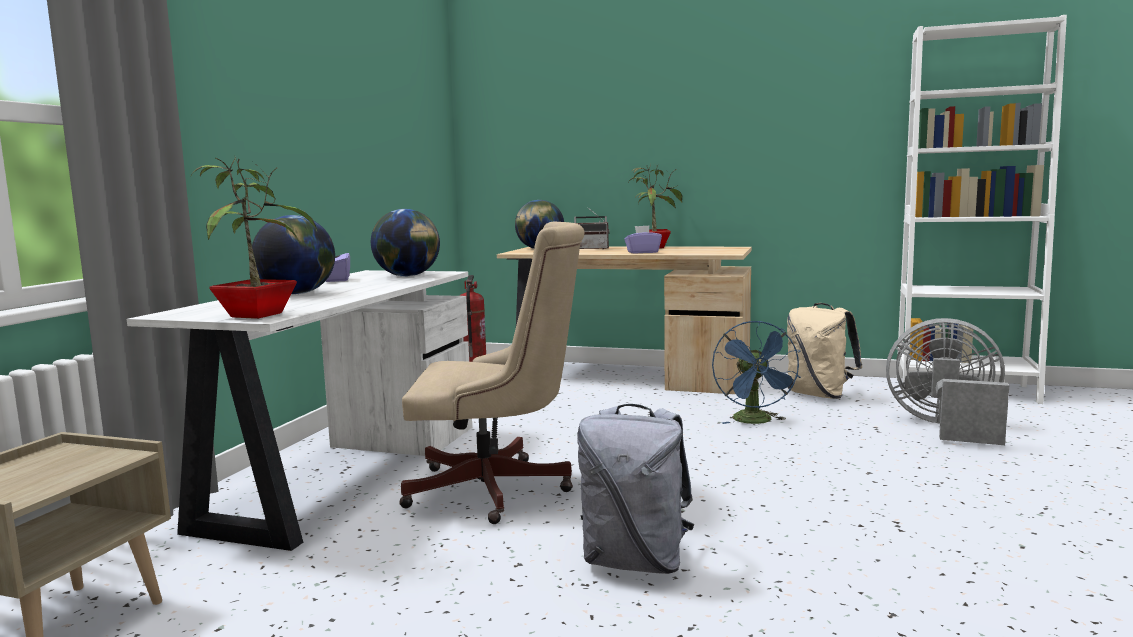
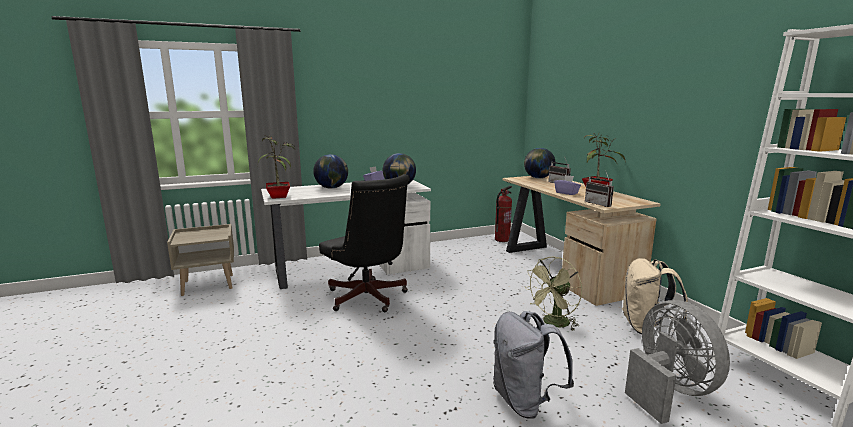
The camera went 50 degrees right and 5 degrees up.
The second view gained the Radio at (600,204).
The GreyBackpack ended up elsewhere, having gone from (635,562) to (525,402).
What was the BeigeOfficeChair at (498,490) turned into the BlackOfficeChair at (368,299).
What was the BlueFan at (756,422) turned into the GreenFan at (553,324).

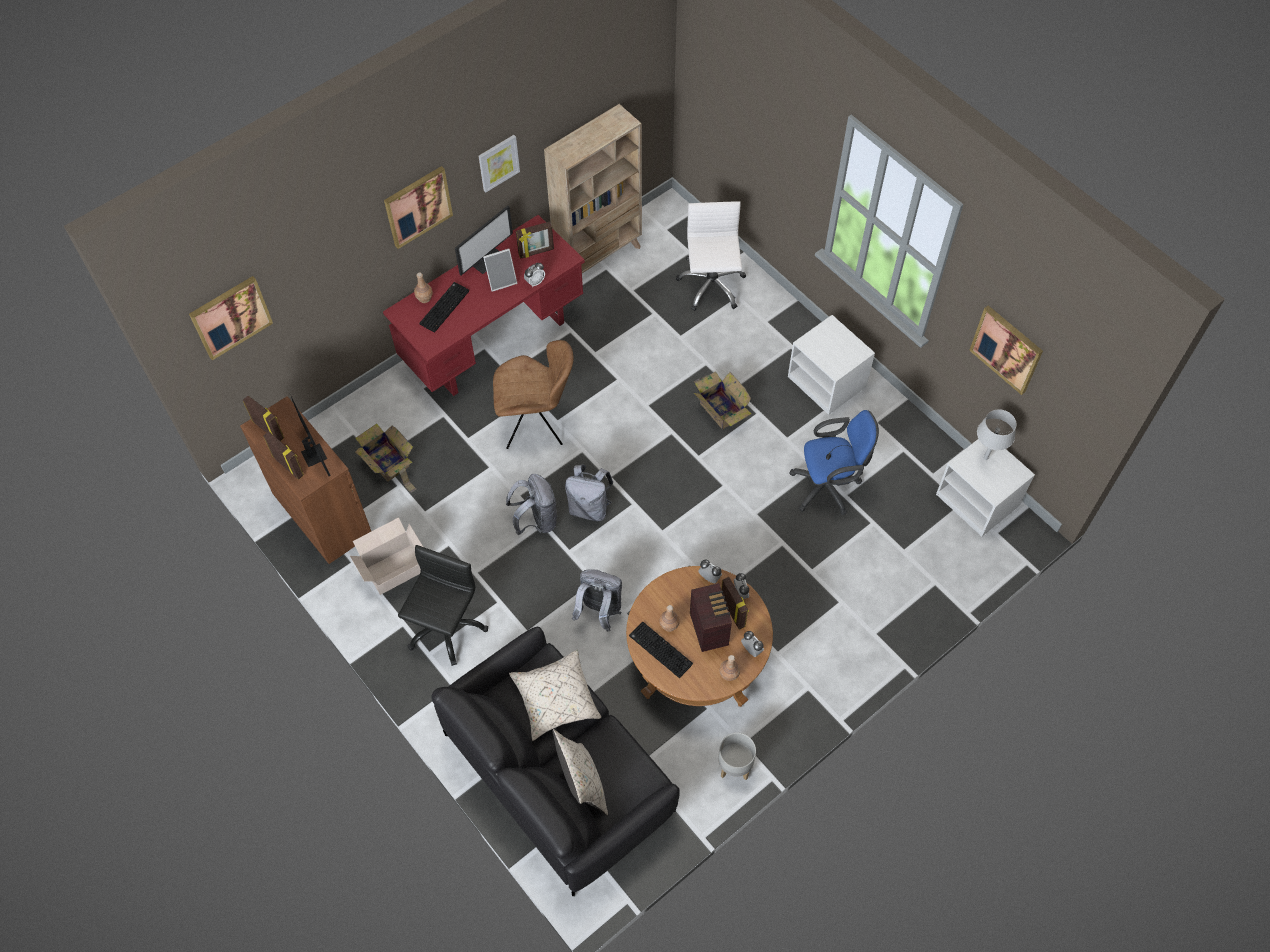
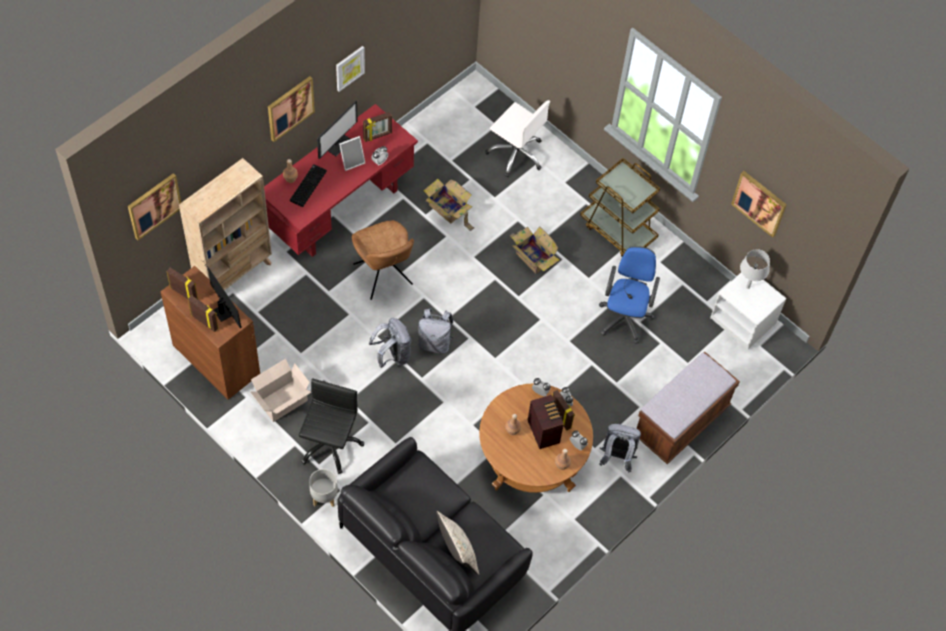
The camera went 10 degrees left and 0 degrees up.
The second view lost the BeigePillow at (555,699).
The second view lost the Keyboard at (659,650).
The second view gained the BrownBench at (681,422).
The CardboardBox ended up elsewhere, having gone from (388,463) to (448,209).
The BeigeBookcase ended up elsewhere, having gone from (599,257) to (234,275).
The GreyBackpack ended up elsewhere, having gone from (599,611) to (616,457).
The GreyPlanter ended up elsewhere, having gone from (734,766) to (324,497).
Where the WhiteNightstand stood at (827,382), the BrownCart came to stand at (618,230).
The BrownChair at (536,423) ended up facing another way, 75 degrees clockwise from before.
The WhiteOfficeChair at (711,286) ended up facing another way, 135 degrees clockwise from before.
The BlueOfficeChair at (829,487) ended up facing another way, 60 degrees counterclockwise from before.

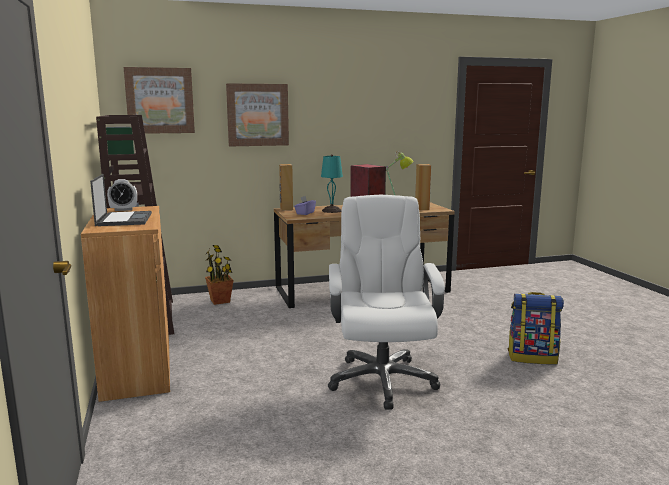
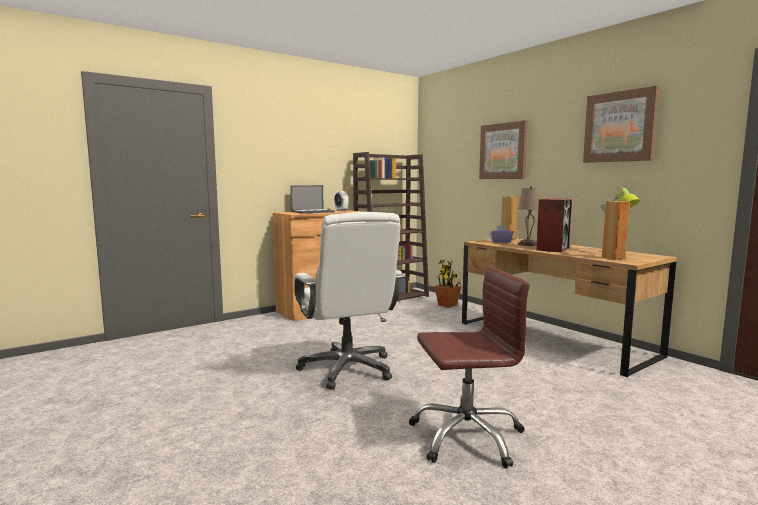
The camera went 70 degrees right and 5 degrees down.
The Picture ended up elsewhere, having gone from (160,100) to (619,127).
Where the Backpack stood at (532,357), the BrownOfficeChair came to stand at (466,436).
What was the TurquoiseTableLamp at (332,211) turned into the BeigeTableLamp at (528,244).
The WhiteOfficeChair at (382,380) ended up facing another way, 90 degrees clockwise from before.

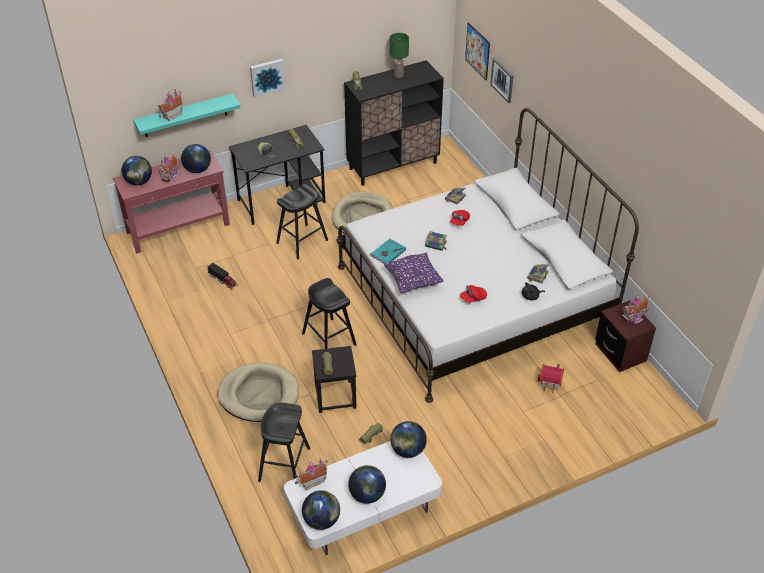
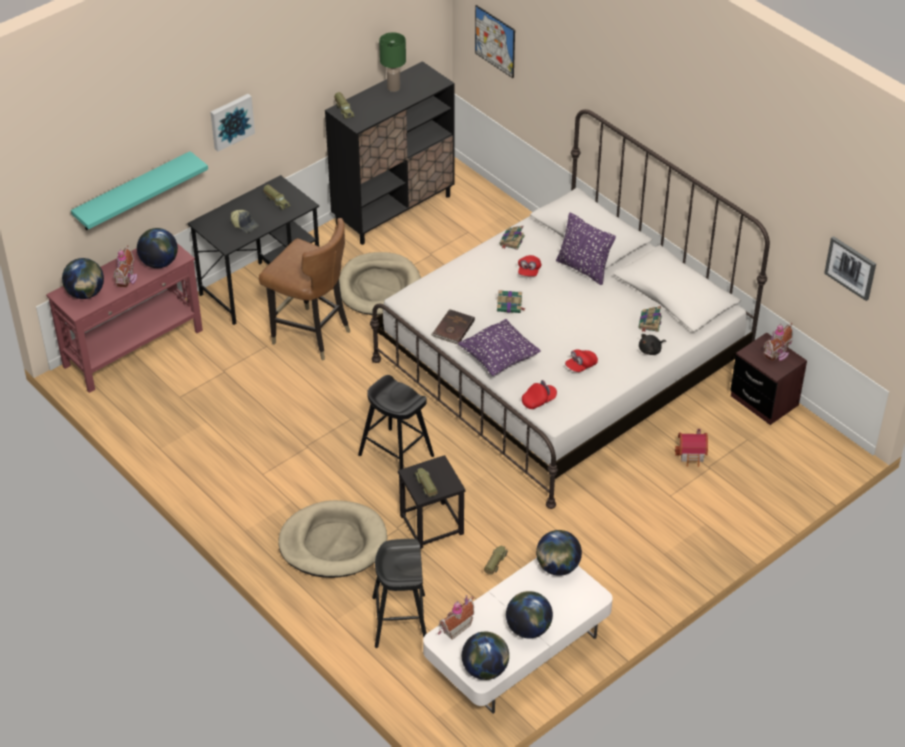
The camera went 15 degrees left and 0 degrees up.
The second view lost the ToyHouse at (171,115).
The second view lost the ToyTruck at (223,280).
The second view gained the RedCap at (539,401).
The second view gained the PurplePillow at (583,269).
The Picture ended up elsewhere, having gone from (502,80) to (851,267).
Where the BlackStool stood at (302,241), the BrownChair came to stand at (311,335).
What was the TurquoiseBook at (387,253) turned into the BrownBook at (452,328).

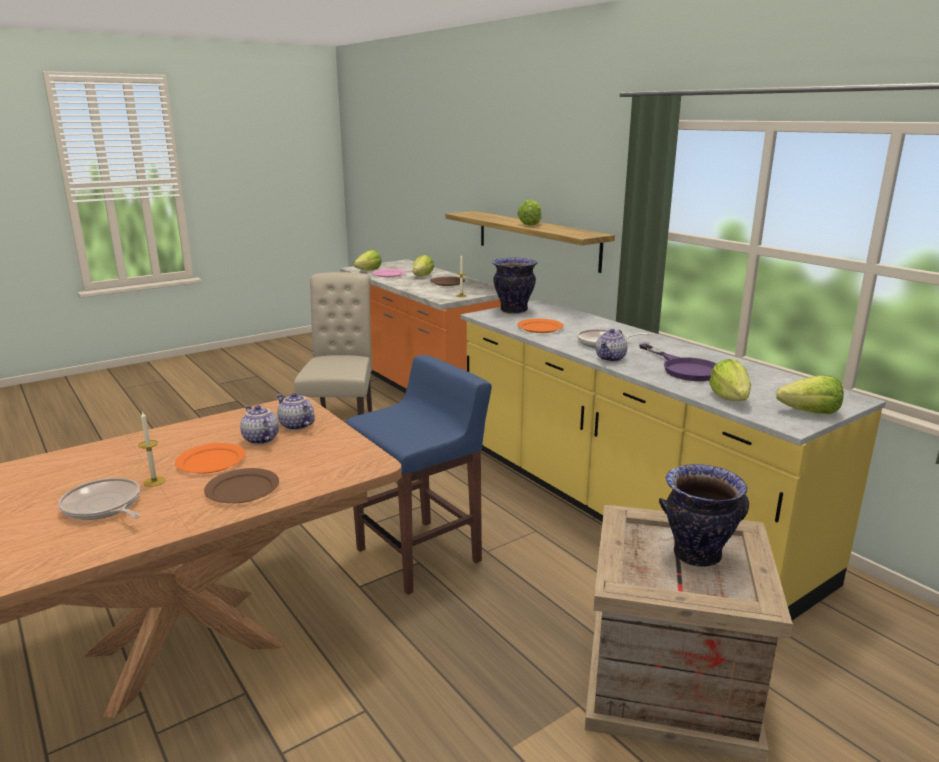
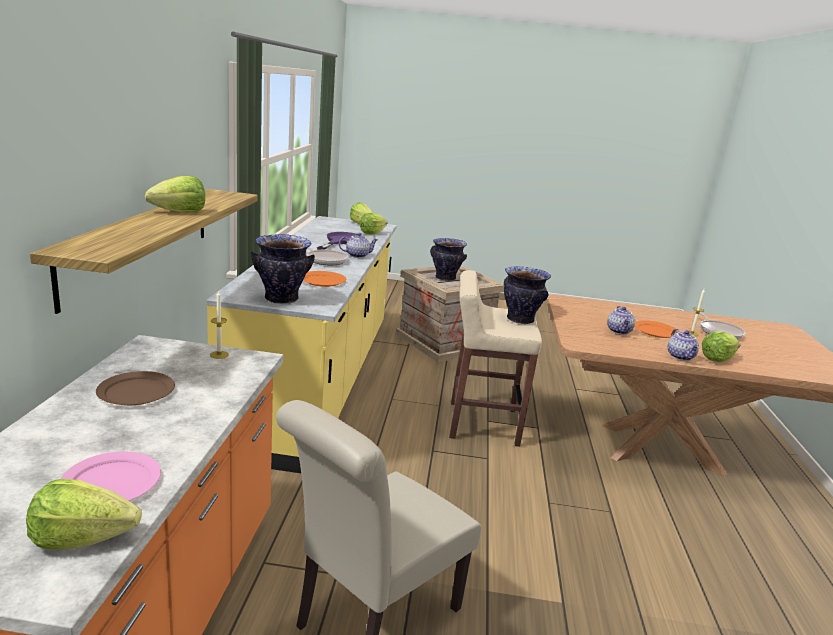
The camera went 140 degrees left and 0 degrees up.
The second view lost the BrownPlate at (243,489).
The second view gained the Vase at (520,320).
The Teapot ended up elsewhere, having gone from (295,425) to (681,357).
The Lettuce ended up elsewhere, having gone from (422,276) to (717,359).
What was the BlueStool at (420,555) turned into the BeigeStool at (481,423).

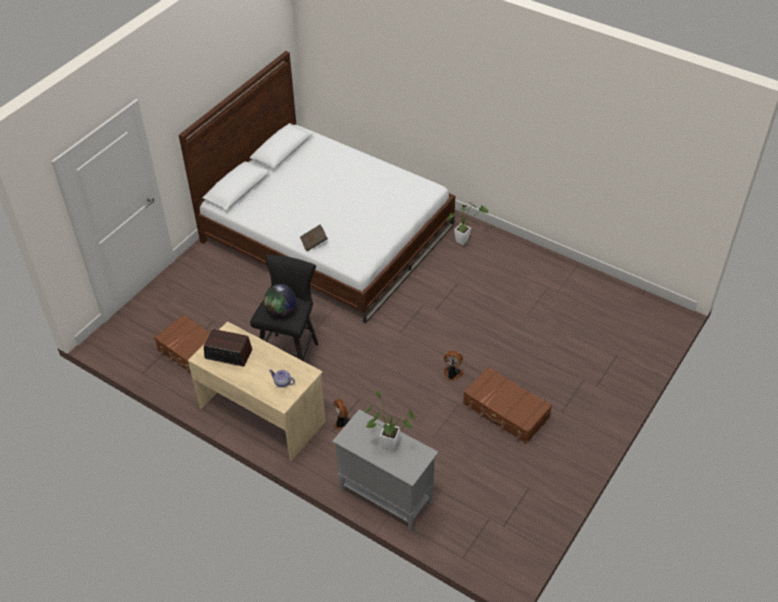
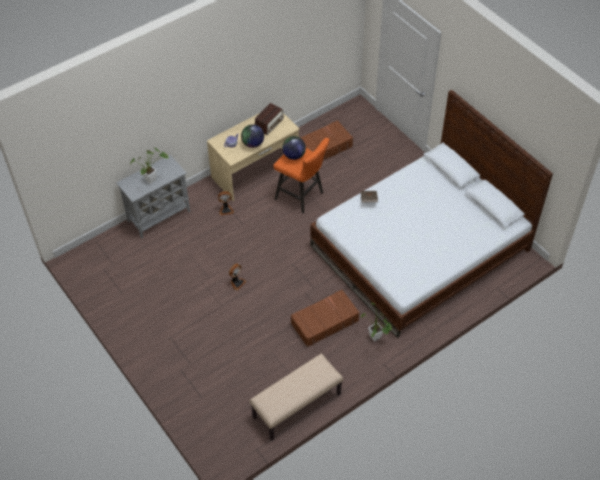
The camera went 110 degrees right and 5 degrees up.
The second view gained the Globe at (253,144).
The second view gained the BeigeBench at (297,406).
The BrownSuitcase ended up elsewhere, having gone from (505,411) to (324,322).
What was the BlackStool at (291,352) turned into the OrangeStool at (302,197).

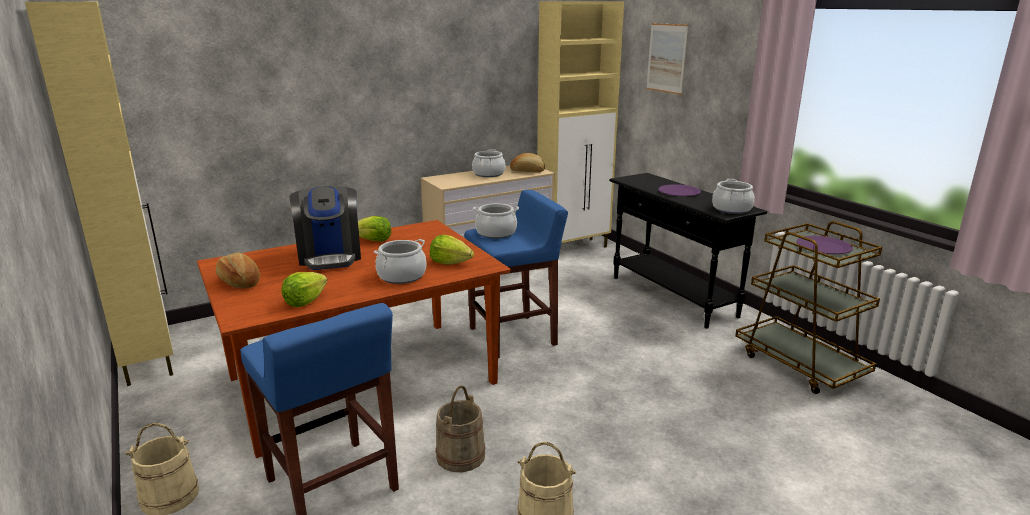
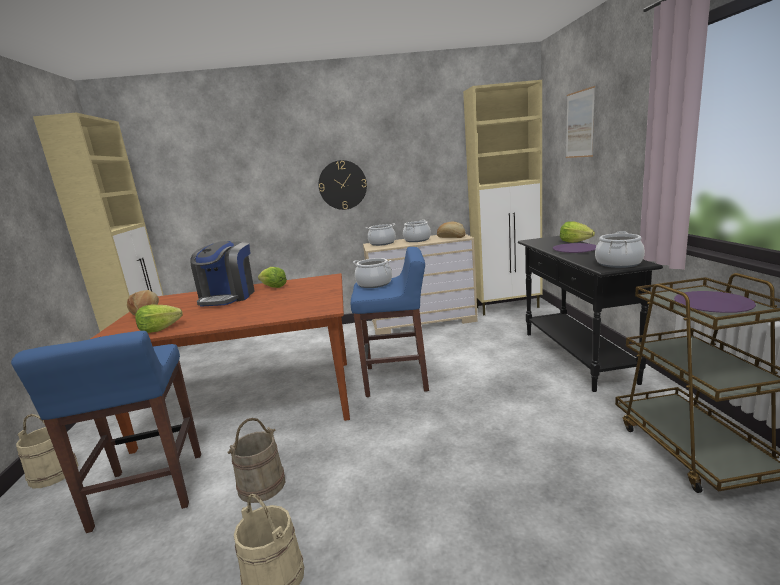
The camera went 25 degrees right and 5 degrees down.
The second view gained the WallClock at (342,185).
The CookingPot ended up elsewhere, having gone from (401,276) to (382,243).
The Lettuce ended up elsewhere, having gone from (450,262) to (575,242).

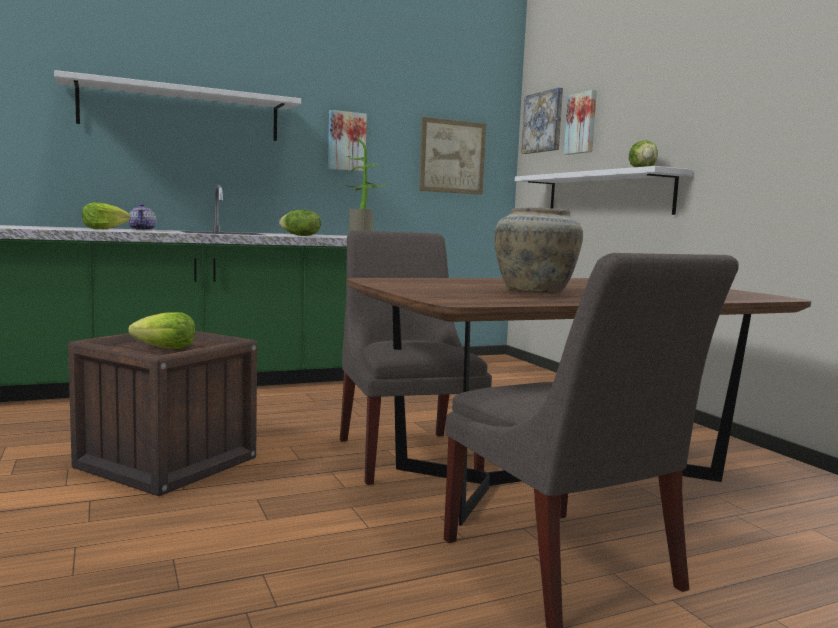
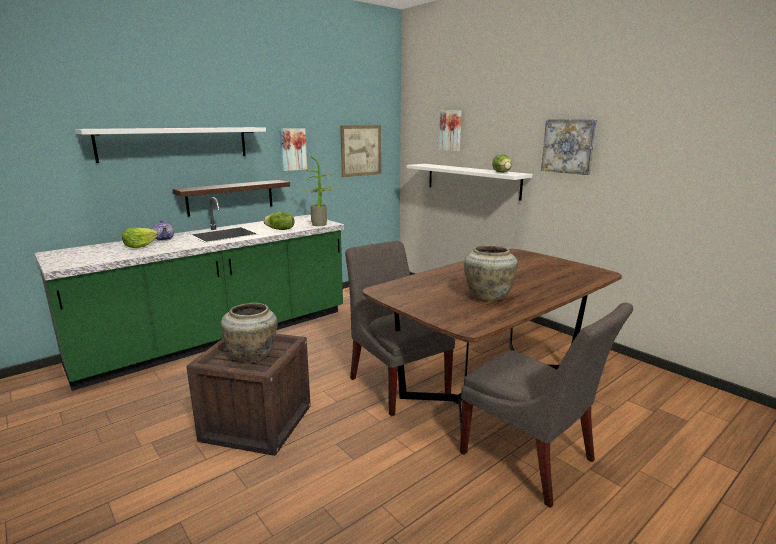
The camera went 15 degrees left and 10 degrees up.
The second view gained the Shelf at (230,197).
The Picture ended up elsewhere, having gone from (543,122) to (568,146).
Where the Lettuce stood at (166,348), the BeigeVase came to stand at (253,356).

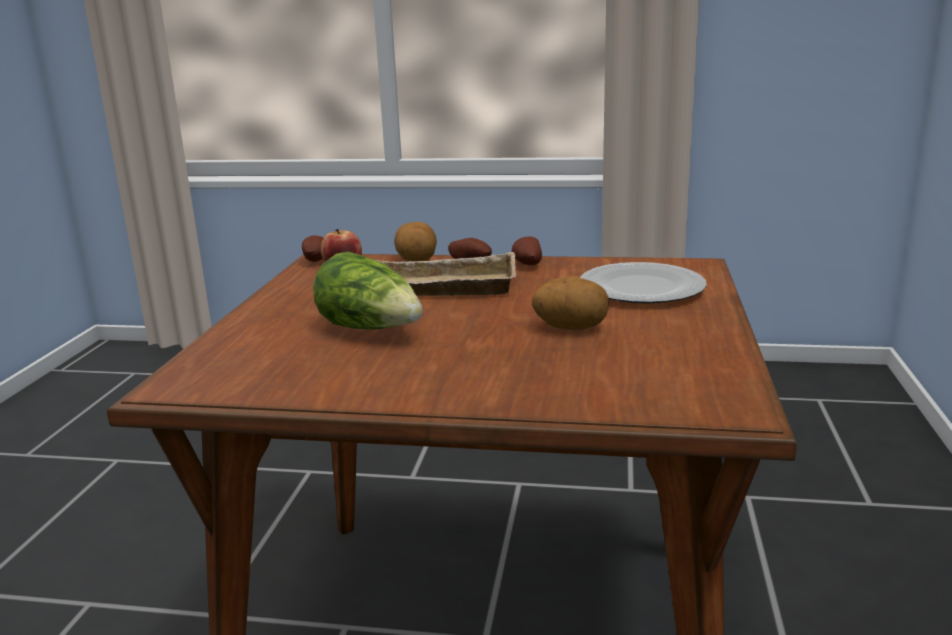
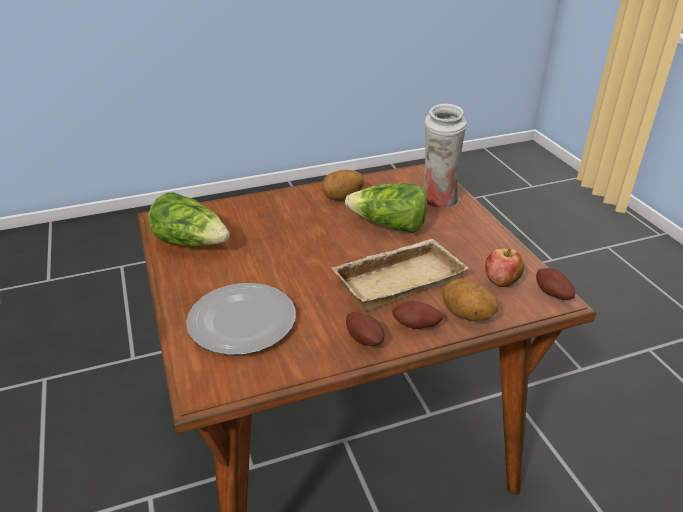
The camera went 150 degrees right and 15 degrees up.
The second view gained the Lettuce at (191,243).
The second view gained the WhiteVase at (438,201).
The Potato ended up elsewhere, having gone from (570,328) to (343,198).

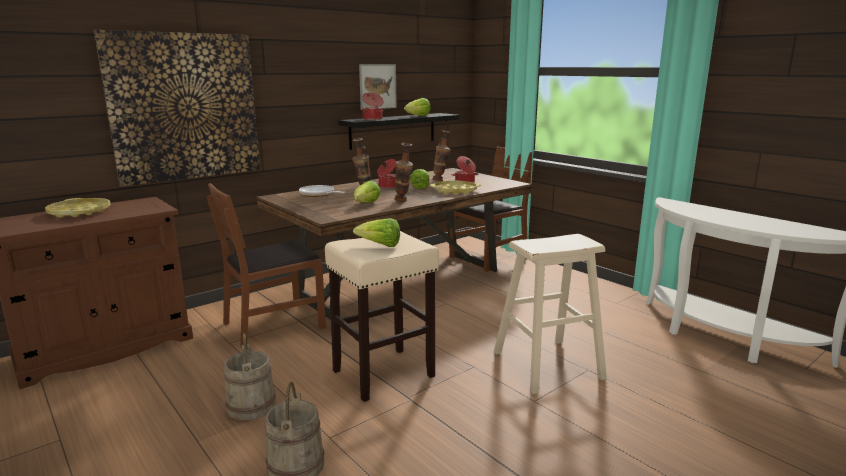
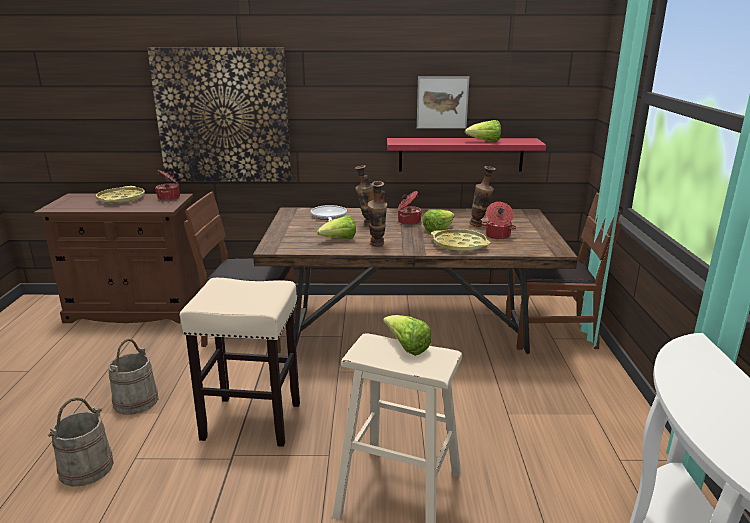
The camera went 40 degrees right and 5 degrees up.
The Lettuce ended up elsewhere, having gone from (380,245) to (406,347).
The CookingPot ended up elsewhere, having gone from (373,119) to (169,198).
What was the BlackShelf at (393,130) turned into the RedShelf at (461,154).

